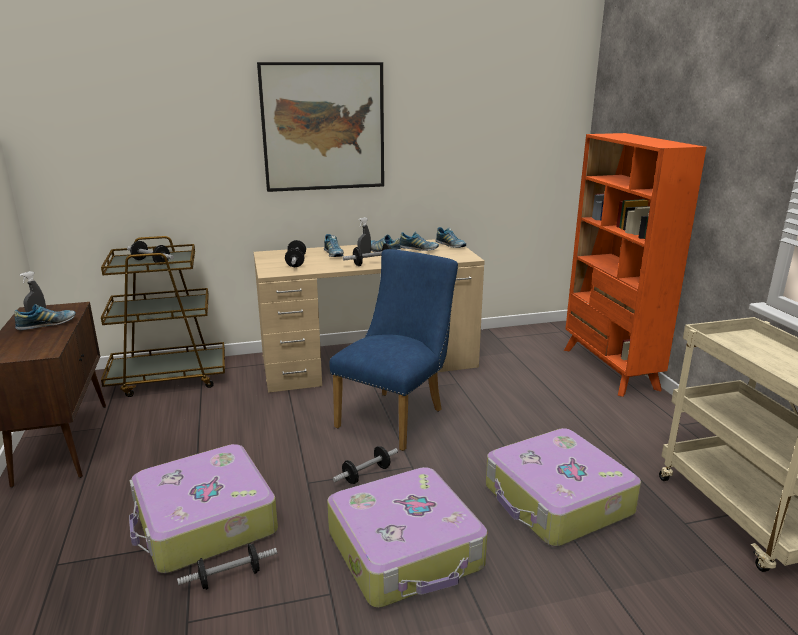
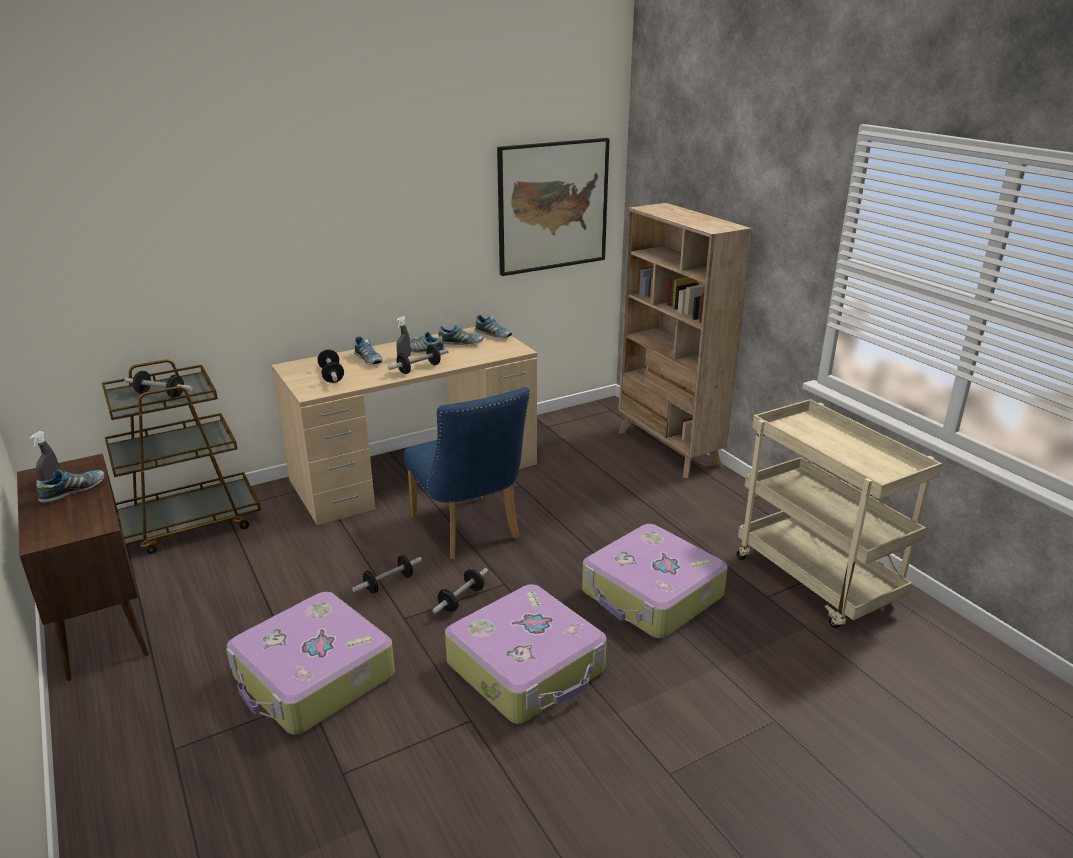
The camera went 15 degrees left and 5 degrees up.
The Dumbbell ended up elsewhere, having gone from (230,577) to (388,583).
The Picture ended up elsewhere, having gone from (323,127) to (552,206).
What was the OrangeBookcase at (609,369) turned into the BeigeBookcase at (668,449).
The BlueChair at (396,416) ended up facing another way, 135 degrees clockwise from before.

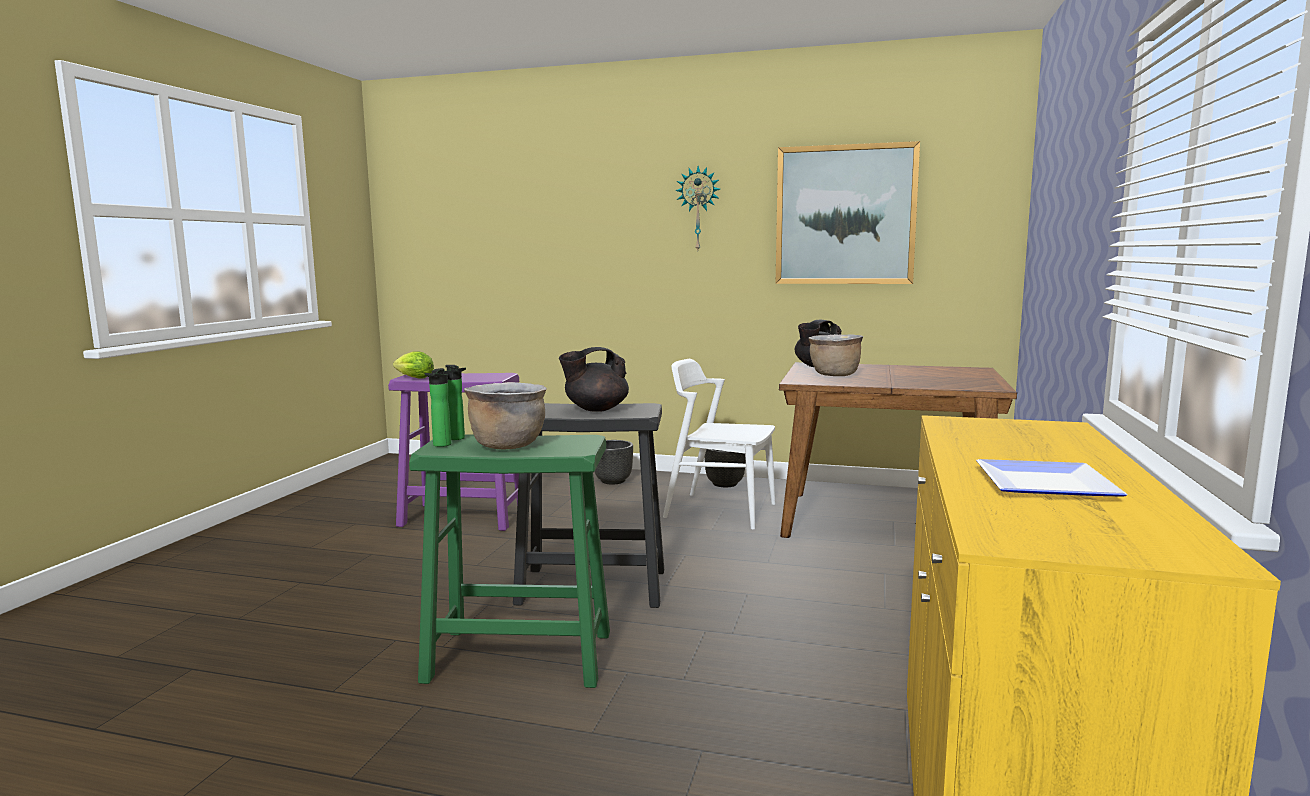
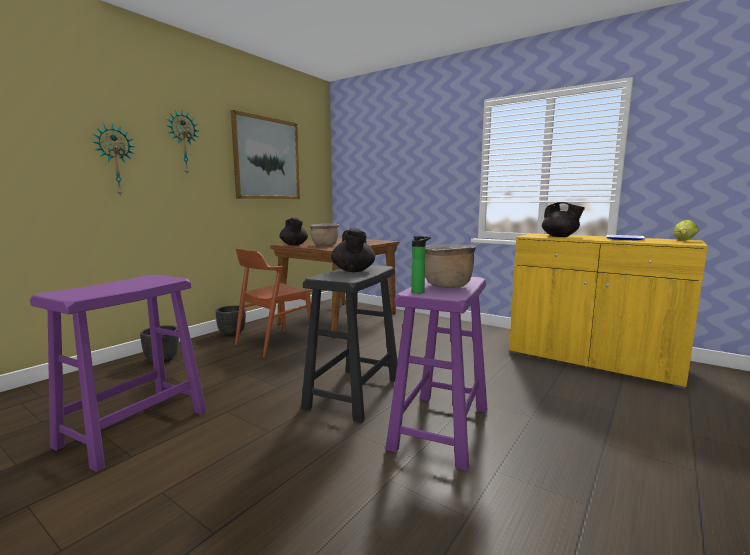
The camera went 70 degrees left and 0 degrees up.
The second view lost the Bottle at (440,445).
The second view gained the WallClock at (115,160).
The second view gained the BlackTeapot at (560,236).
The Lettuce ended up elsewhere, having gone from (412,378) to (683,240).
What was the GreenStool at (518,656) turned into the PurpleStool at (440,428).
What was the WhiteChair at (719,510) turned into the BrownChair at (274,343).

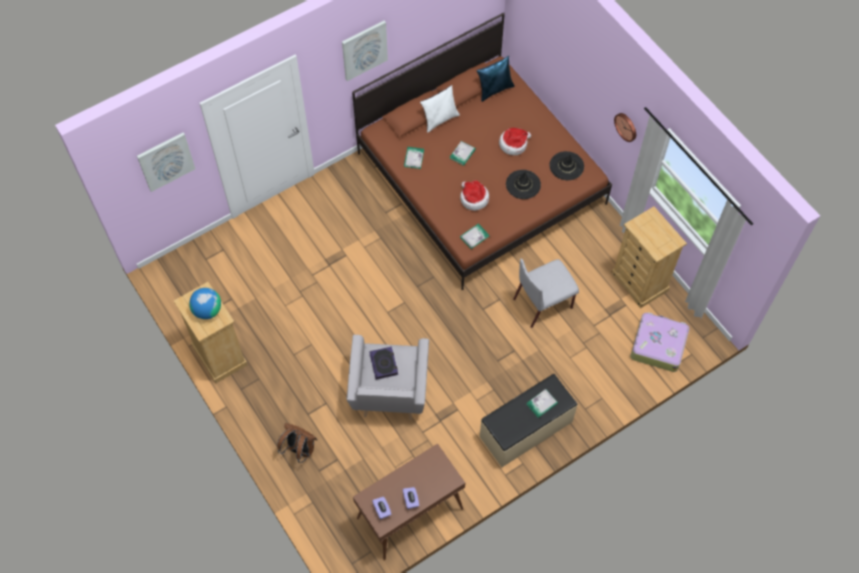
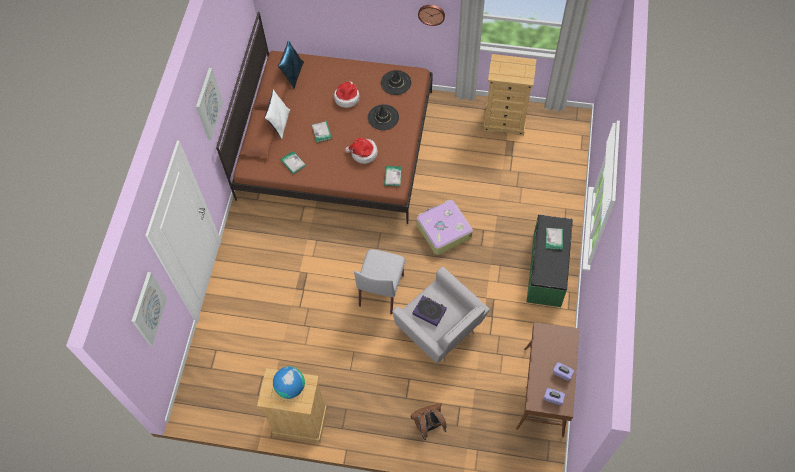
The camera went 45 degrees left and 0 degrees up.
The GreyChair ended up elsewhere, having gone from (543,303) to (381,289).
The Suitcase ended up elsewhere, having gone from (658,345) to (443,230).
What was the BeigeBench at (526,430) turned into the GreenBench at (547,270).

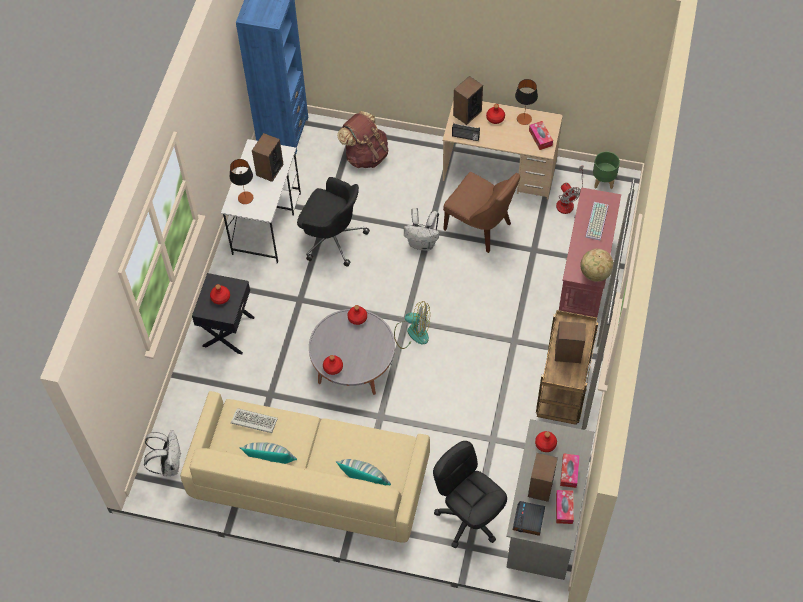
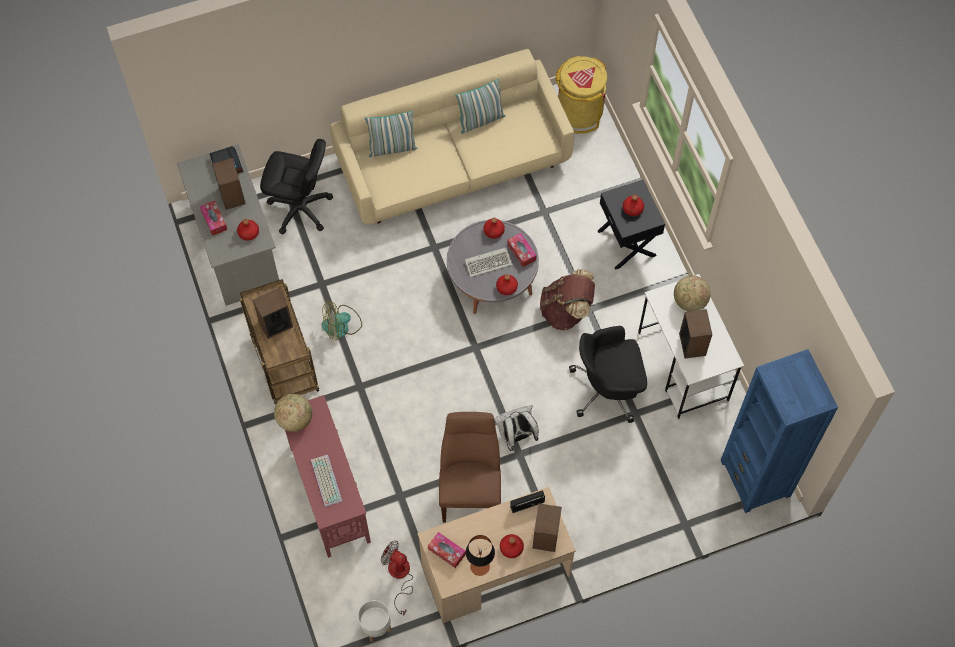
The camera went 145 degrees right and 5 degrees up.
The Keyboard ended up elsewhere, having gone from (253,422) to (489,262).
The BrownBackpack ended up elsewhere, having gone from (365,155) to (566,311).
The Fan ended up elsewhere, having gone from (412,332) to (342,325).
The TissueBox ended up elsewhere, having gone from (564,509) to (521,252).
Where the WhiteBackpack stood at (169,464), the YellowTrashCan came to stand at (579,112).
Where the TableLamp stood at (245,197), the Globe came to stand at (689,301).
What was the GreenPlanter at (603,181) turned into the WhitePlanter at (375,627).
The BrownChair at (480,228) ended up facing another way, 90 degrees clockwise from before.

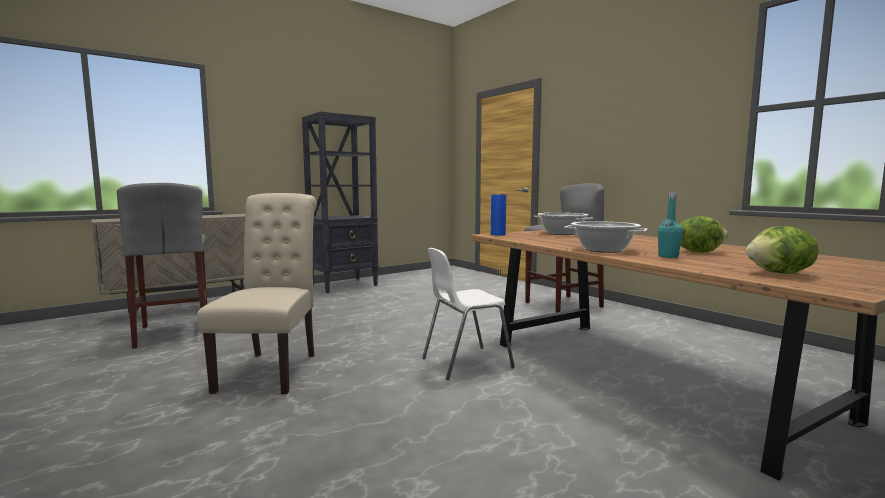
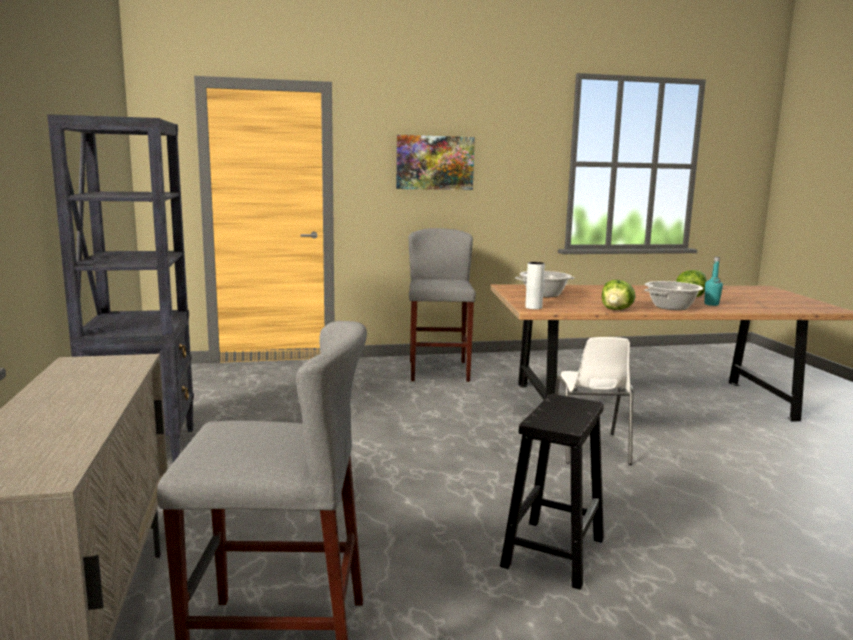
The camera went 65 degrees left and 5 degrees up.
The second view gained the Picture at (434,162).
The Lettuce ended up elsewhere, having gone from (780,273) to (616,310).
Where the BeigeChair stood at (272,369), the BlackStool came to stand at (553,551).
What was the BlueVase at (498,234) turned into the GreyVase at (533,307).

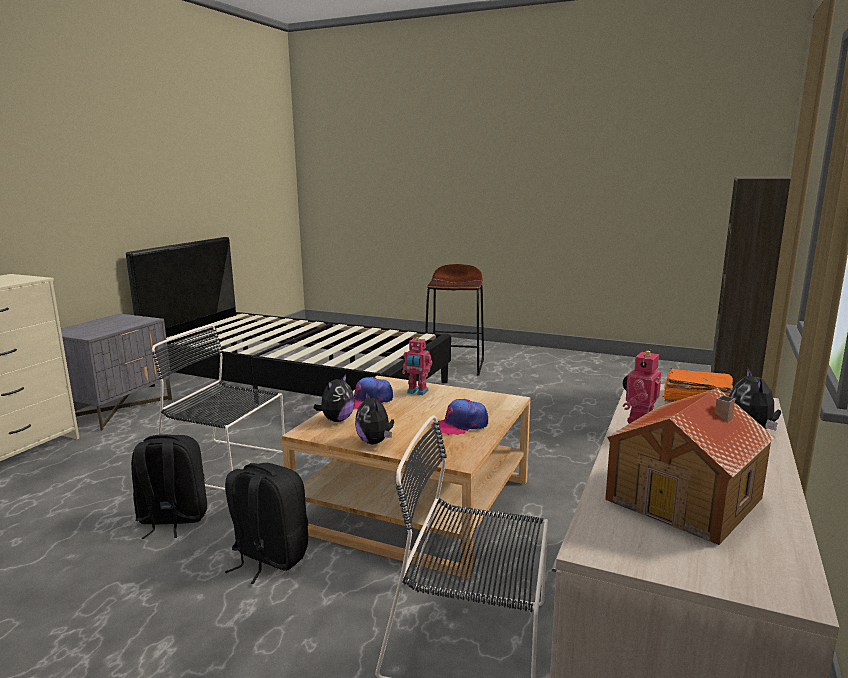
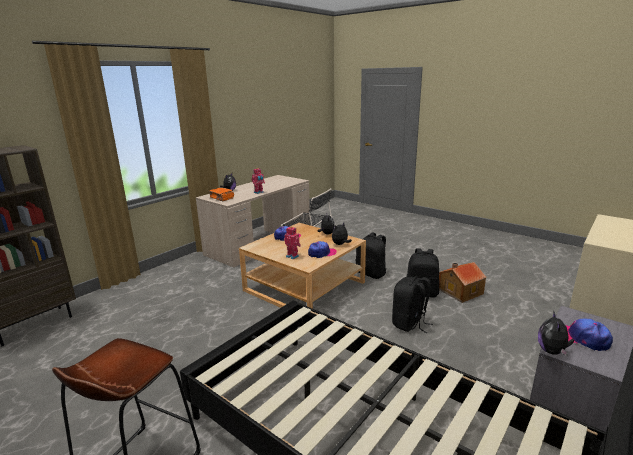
The camera went 165 degrees left and 5 degrees up.
The second view gained the PlushToy at (552,351).
The second view gained the Cap at (582,338).
The ToyHouse ended up elsewhere, having gone from (687,499) to (459,291).
Where the BlackChair stood at (226,465), the BlackBackpack came to stand at (409,323).

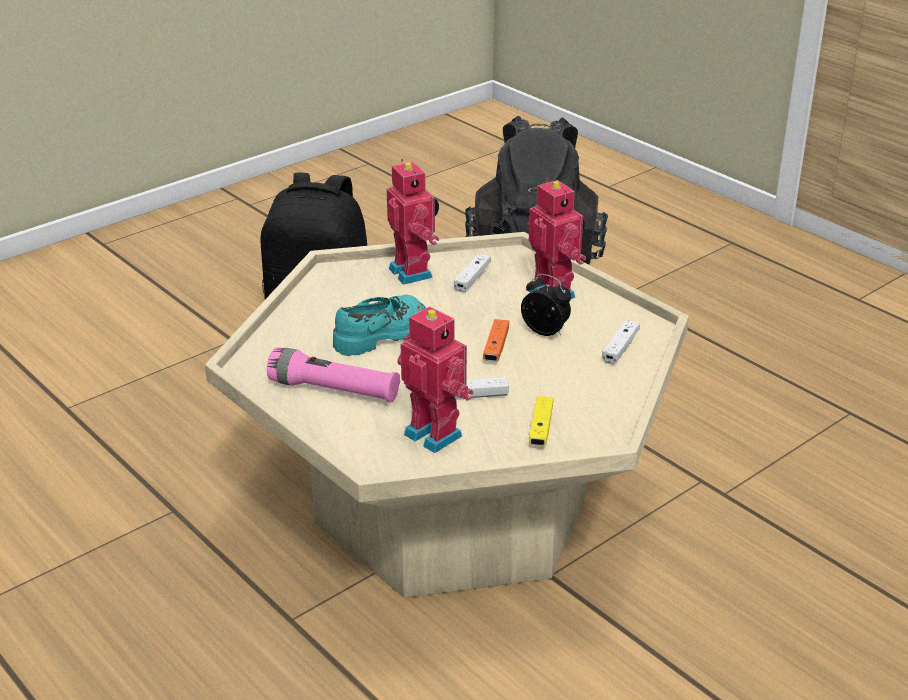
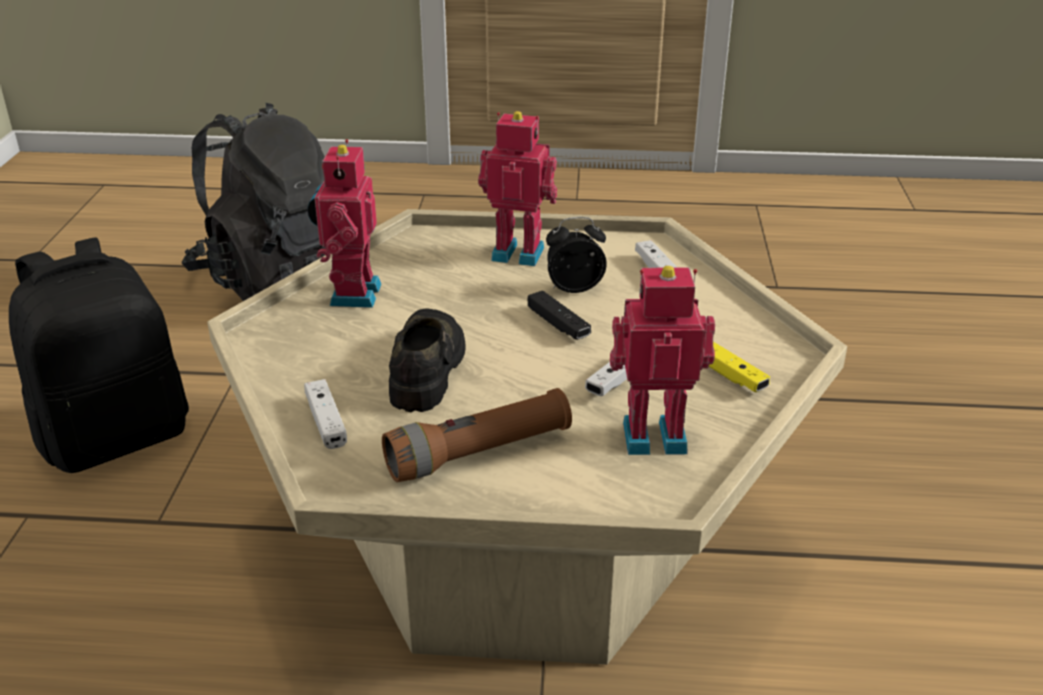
The camera went 45 degrees left and 0 degrees up.
The WhiteGameController ended up elsewhere, having gone from (472,278) to (326,422).
What was the PinkFlashlight at (334,390) turned into the BrownFlashlight at (479,453).
What was the TurquoiseShoe at (382,334) turned into the BlackShoe at (427,369).
What was the OrangeGameController at (496,348) turned into the BlackGameController at (558,324).
The ToyRobot at (413,272) ended up facing another way, 105 degrees counterclockwise from before.

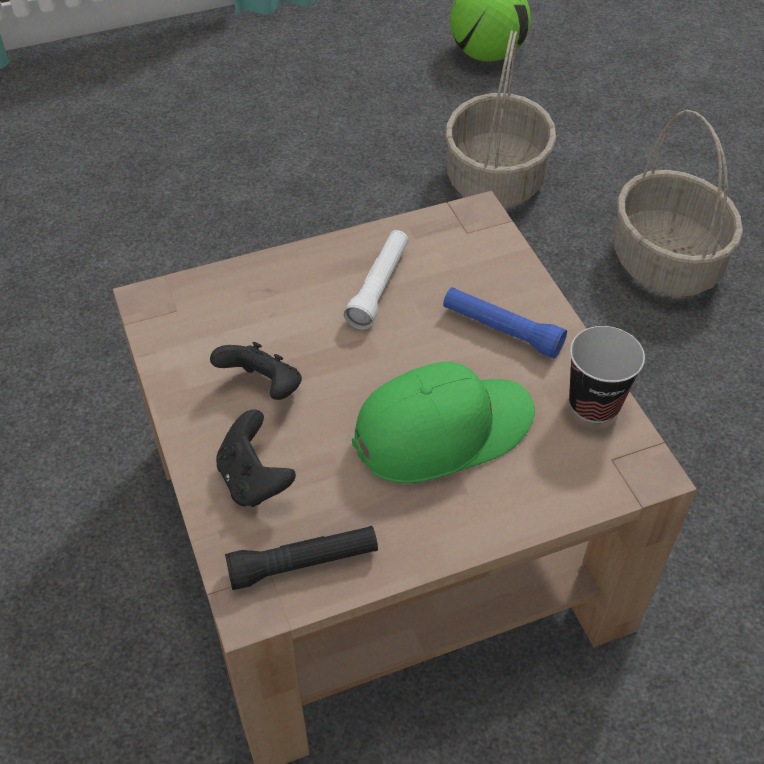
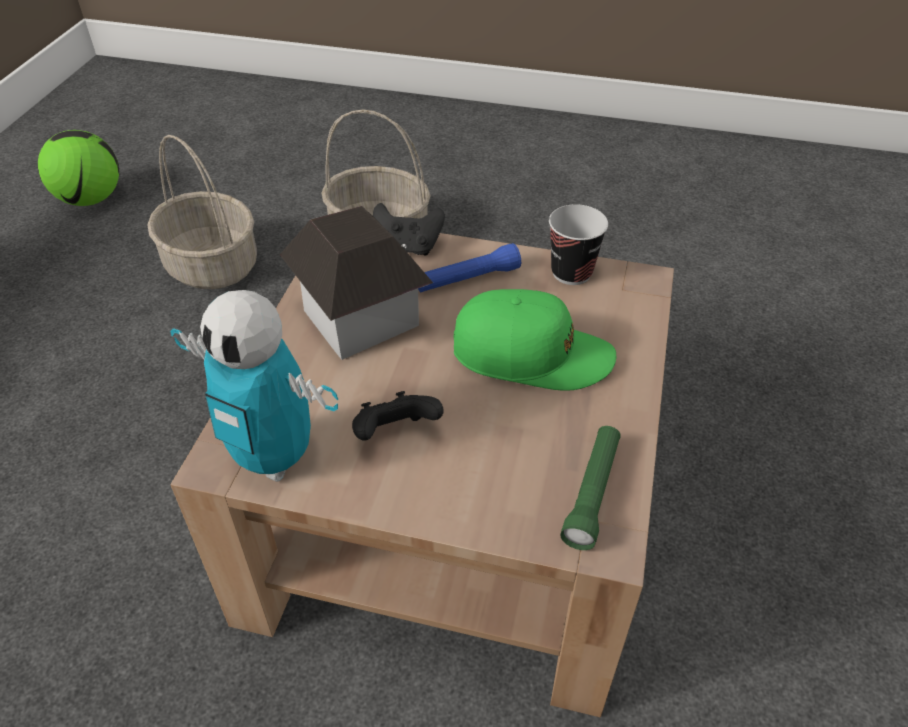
The camera went 55 degrees left and 5 degrees down.
The second view gained the ToyRobot at (274,457).
The BlackGameController ended up elsewhere, having gone from (254,480) to (408,247).
Where the WhiteFlashlight stood at (379,287), the ToyHouse came to stand at (360,317).
What was the BlackFlashlight at (303,564) turned into the GreenFlashlight at (592,493).
The GreenCap at (443,431) ended up facing another way, 90 degrees clockwise from before.

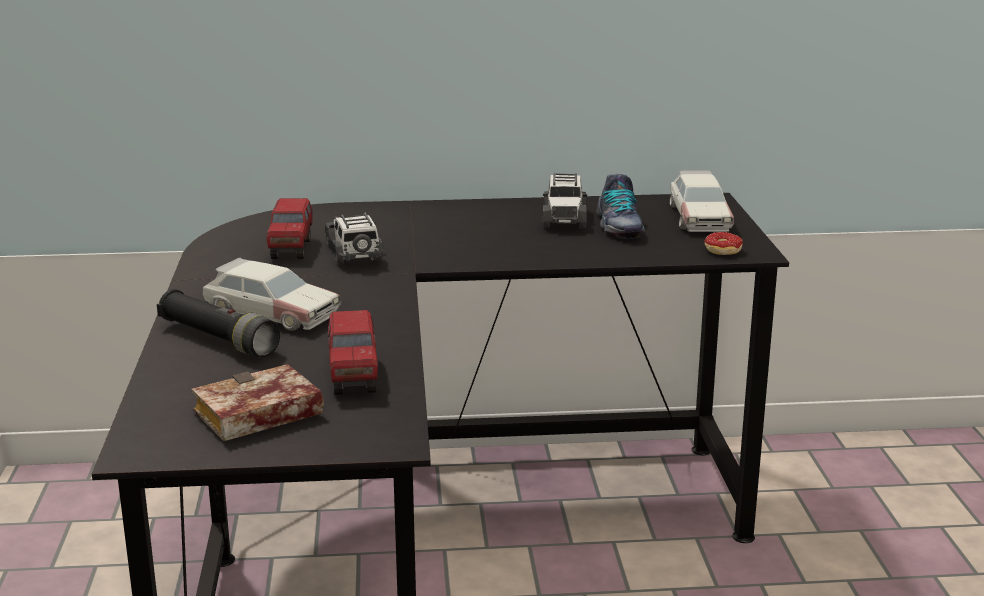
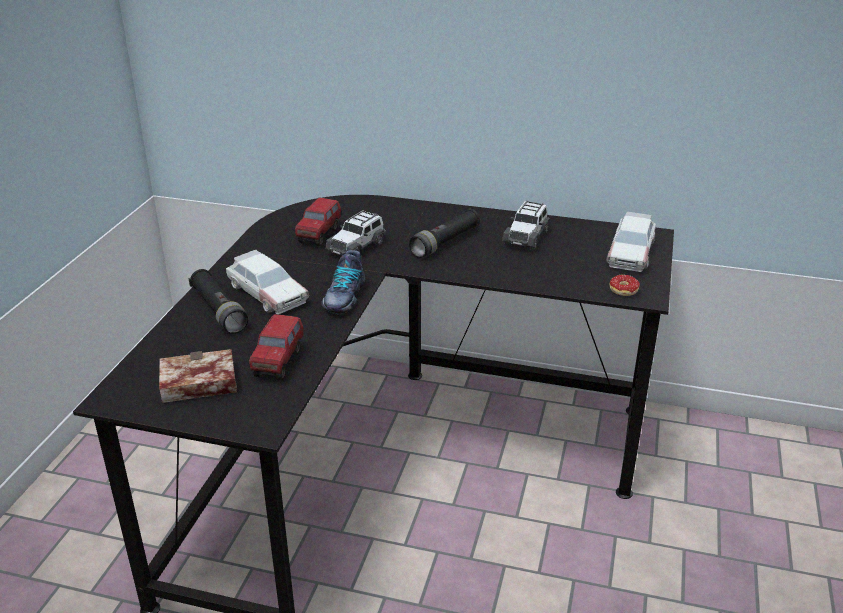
The camera went 20 degrees right and 10 degrees up.
The second view gained the BlackFlashlight at (445,242).
The Shoe ended up elsewhere, having gone from (618,226) to (343,296).
The ToyCar at (354,254) ended up facing another way, 150 degrees counterclockwise from before.

